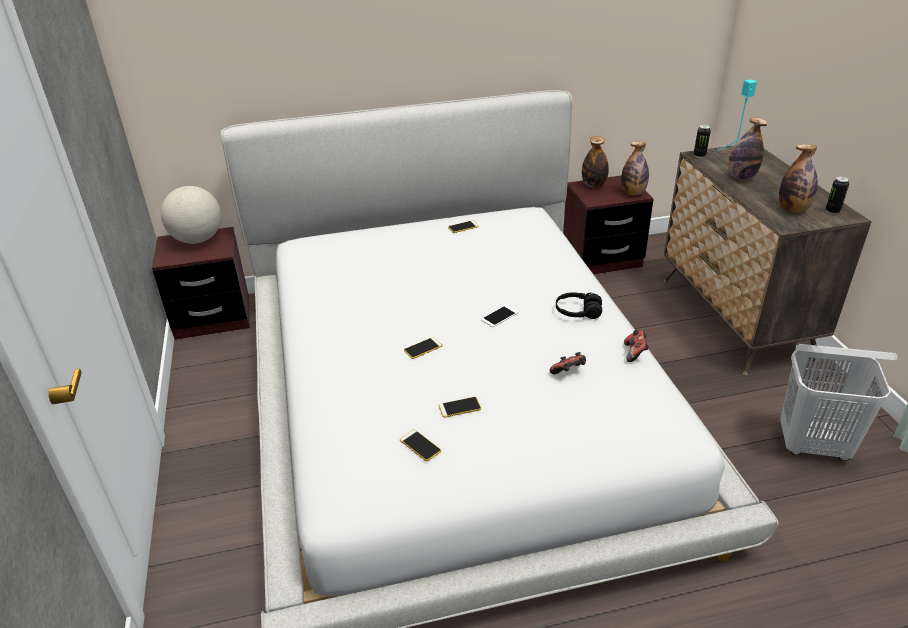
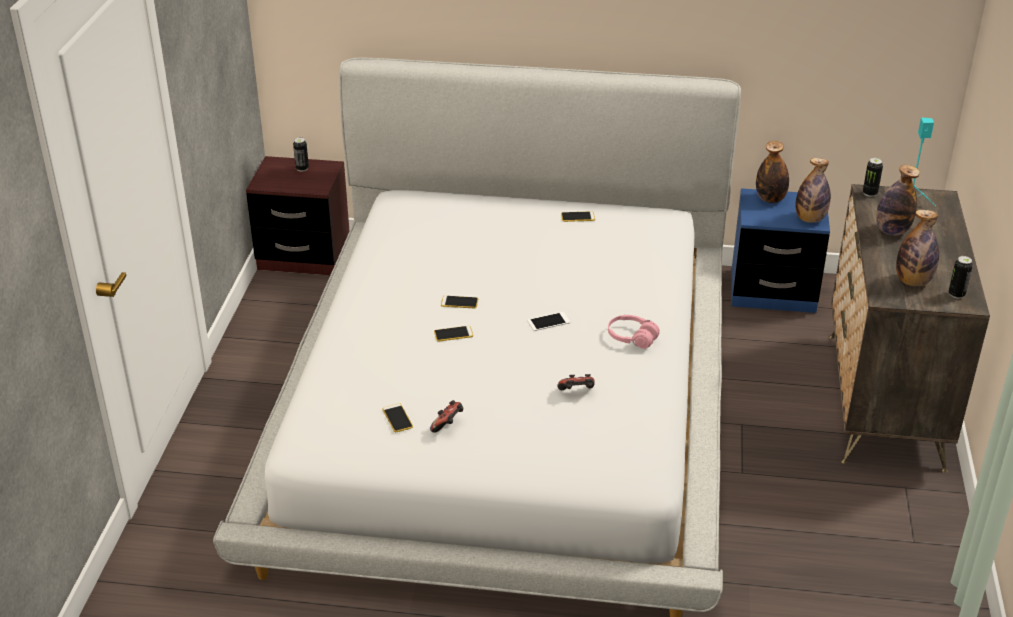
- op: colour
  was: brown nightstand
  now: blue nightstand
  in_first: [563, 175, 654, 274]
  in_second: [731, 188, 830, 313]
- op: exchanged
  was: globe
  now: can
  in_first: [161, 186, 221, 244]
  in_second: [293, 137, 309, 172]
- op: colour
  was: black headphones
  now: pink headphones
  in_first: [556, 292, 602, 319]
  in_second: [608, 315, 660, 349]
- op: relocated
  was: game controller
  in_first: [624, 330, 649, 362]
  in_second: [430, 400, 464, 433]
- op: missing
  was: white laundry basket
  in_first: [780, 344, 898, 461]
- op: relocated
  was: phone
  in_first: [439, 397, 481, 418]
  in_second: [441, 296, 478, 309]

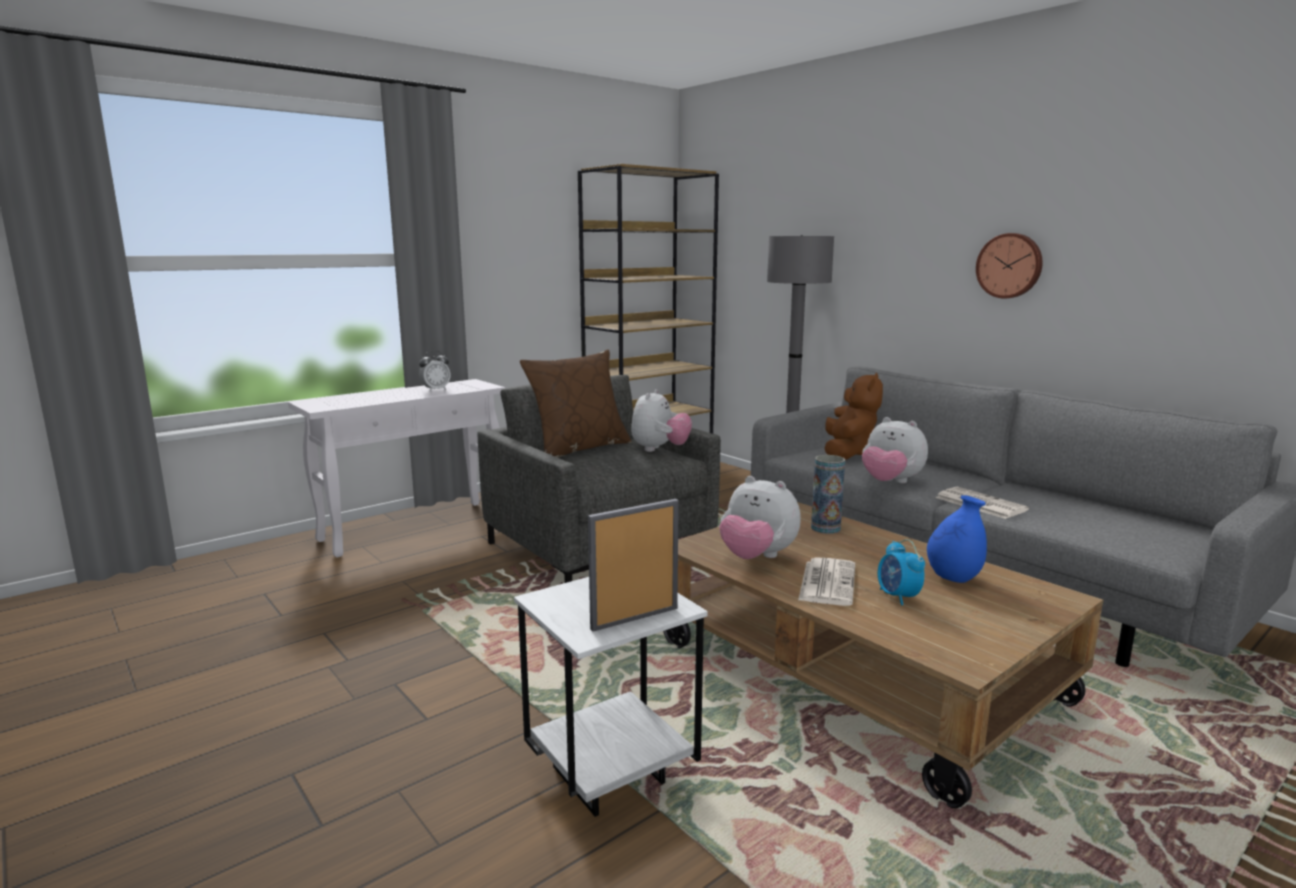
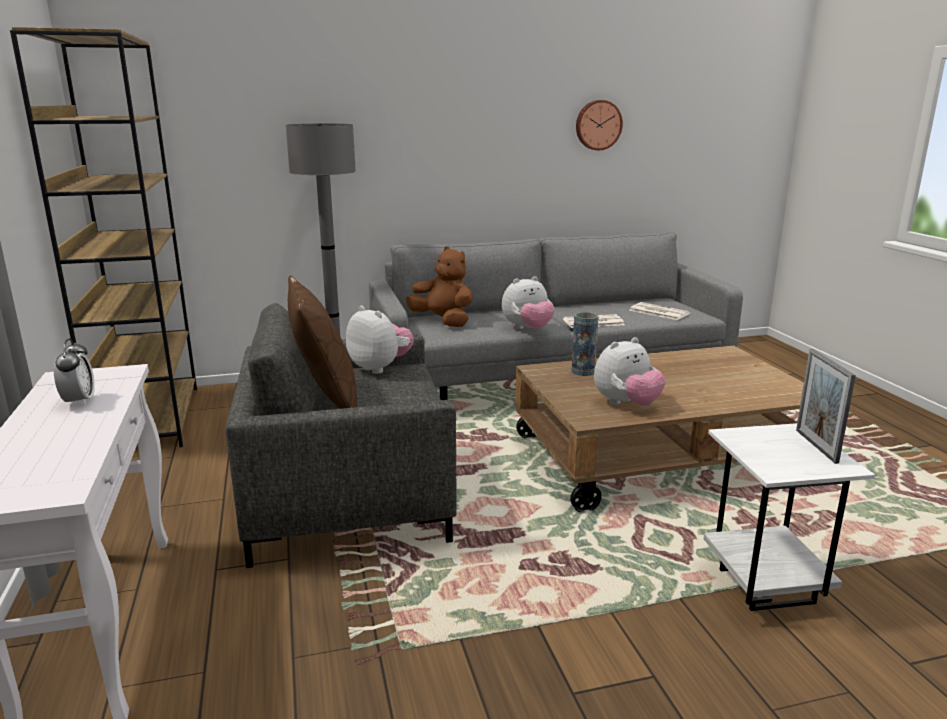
- op: relocated
  was: wall clock
  in_first: [976, 233, 1043, 298]
  in_second: [576, 100, 623, 150]
- op: missing
  was: blue vase
  in_first: [927, 495, 987, 583]
- op: missing
  was: alarm clock
  in_first: [878, 539, 925, 606]
- op: relocated
  was: newspaper
  in_first: [798, 557, 855, 606]
  in_second: [629, 302, 690, 320]

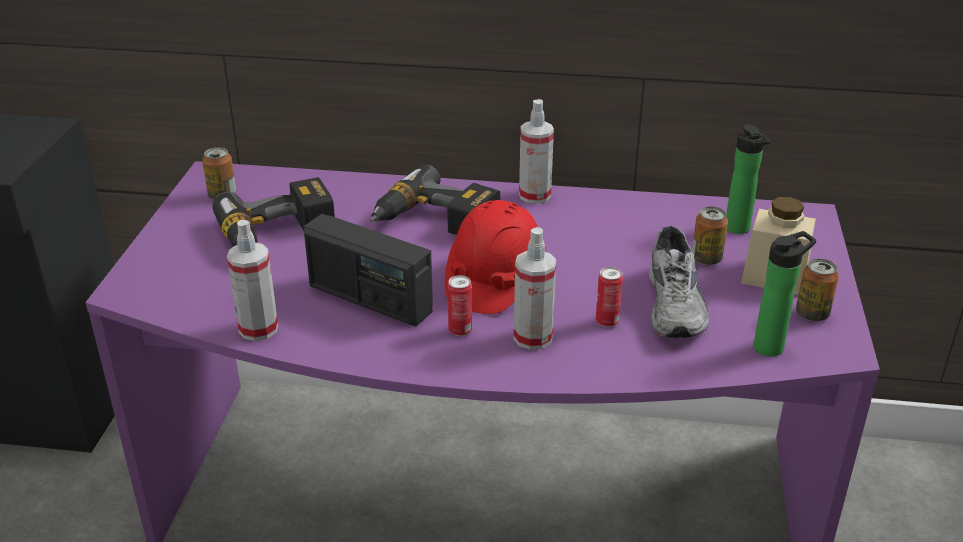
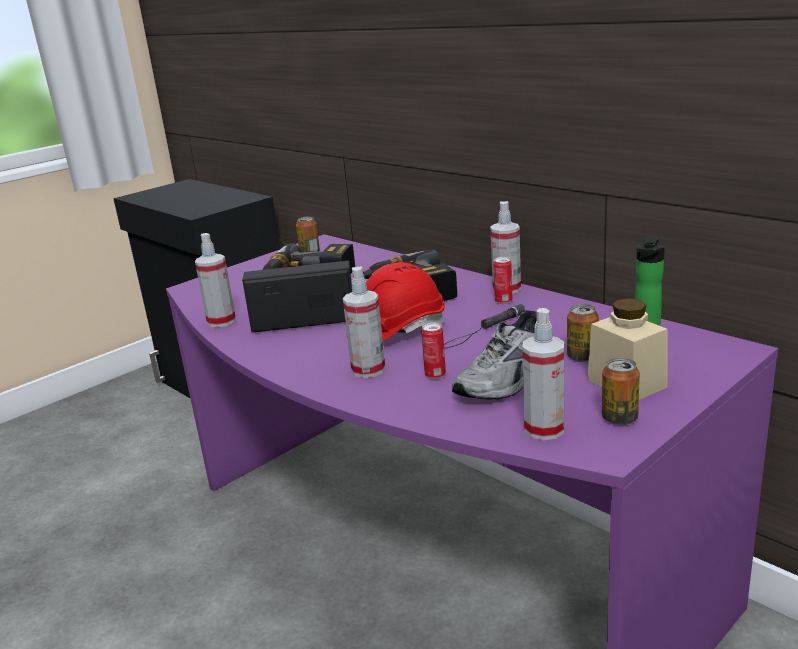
- op: spun
  was: radio
  in_first: [304, 214, 433, 326]
  in_second: [242, 261, 352, 333]
  clockwise: 105
- op: exchanged
  was: bottle
  now: spray bottle
  in_first: [753, 231, 816, 357]
  in_second: [522, 308, 564, 440]
- op: relocated
  was: can
  in_first: [448, 275, 472, 336]
  in_second: [493, 257, 512, 304]
- op: appeared
  now: black flashlight
  in_second: [444, 304, 525, 349]

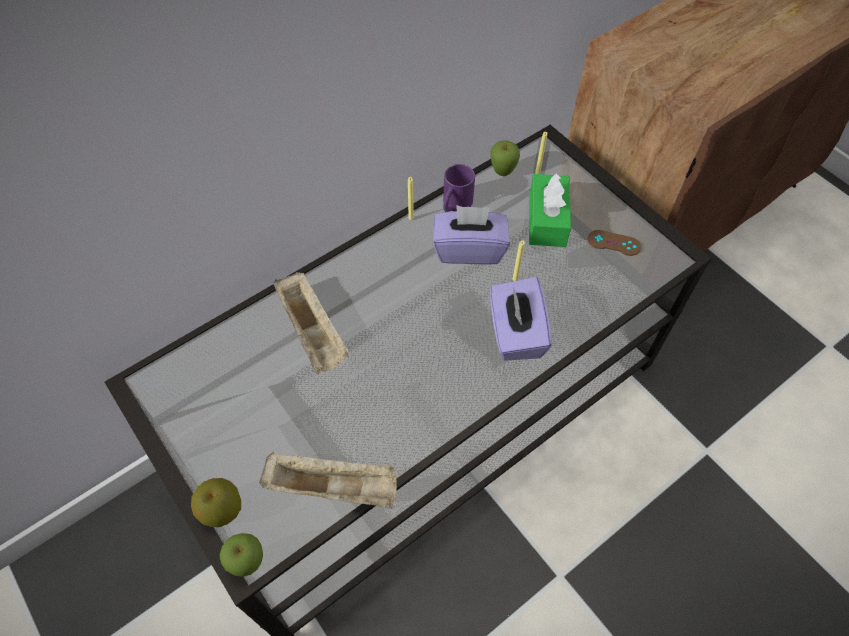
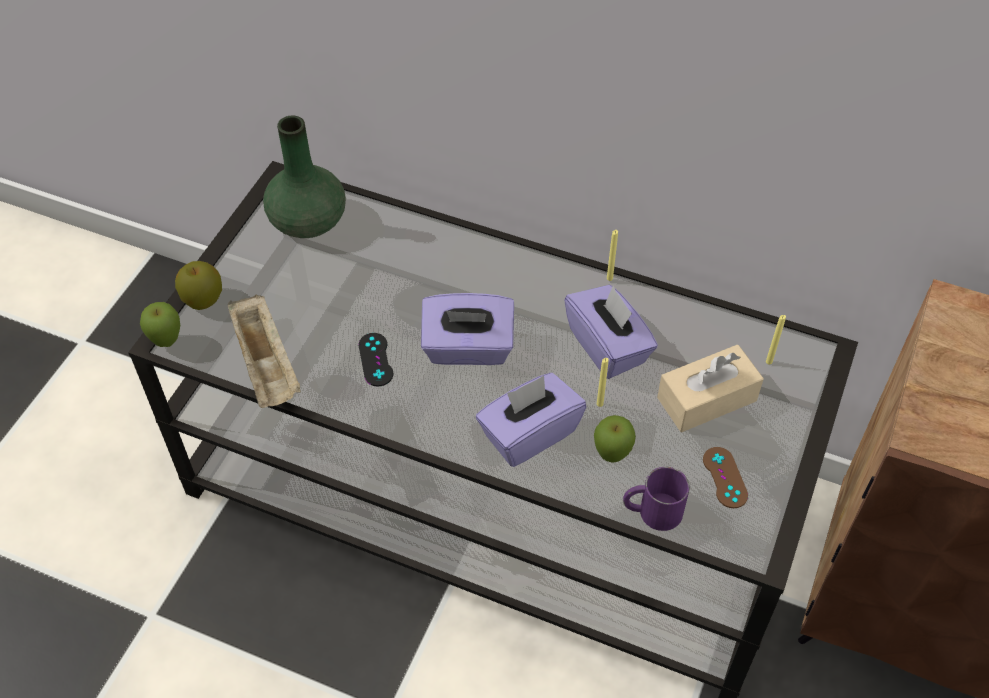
- op: relocated
  was: apple
  in_first: [490, 140, 520, 176]
  in_second: [594, 415, 636, 463]
- op: relocated
  was: purple mug
  in_first: [443, 164, 475, 212]
  in_second: [623, 467, 690, 531]
- op: colour
  was: green tissue box
  now: beige tissue box
  in_first: [529, 173, 571, 247]
  in_second: [657, 345, 764, 432]
- op: missing
  was: beige tray
  in_first: [274, 272, 349, 374]
- op: appeared
  now: green vase
  in_second: [263, 116, 346, 238]
- op: appeared
  now: purple tissue box
  in_second: [421, 293, 514, 365]
- op: appeared
  now: black game controller
  in_second: [359, 333, 393, 387]

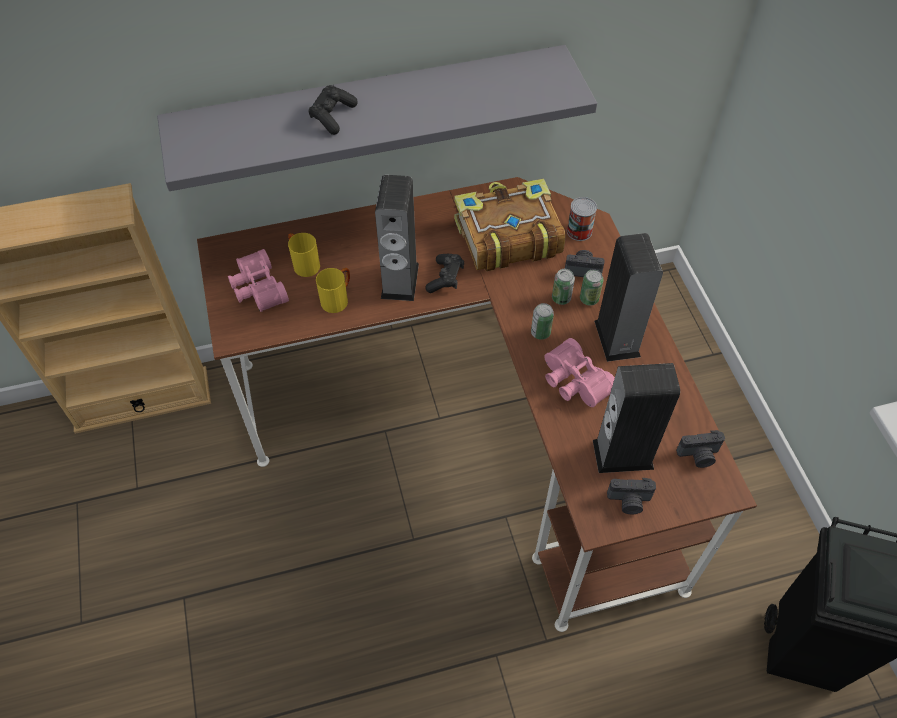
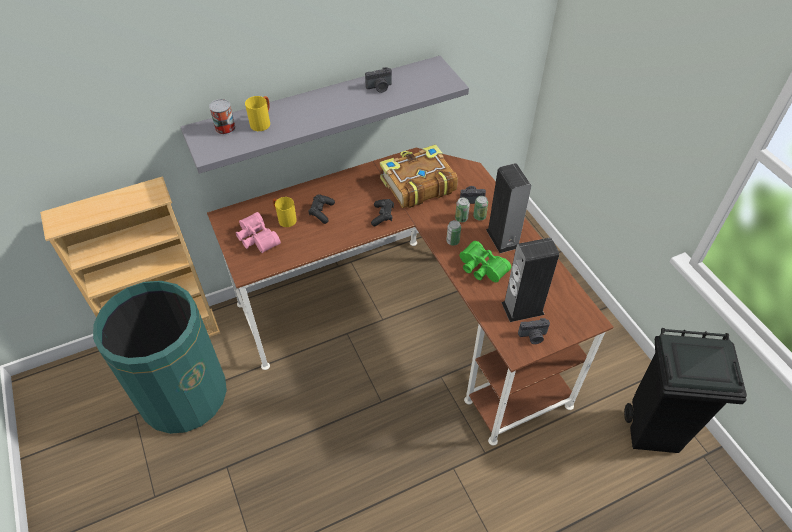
- op: relocated
  was: black game controller
  in_first: [309, 85, 358, 135]
  in_second: [309, 194, 335, 224]
- op: missing
  was: speaker
  in_first: [375, 175, 419, 301]
- op: relocated
  was: can
  in_first: [567, 197, 597, 241]
  in_second: [209, 99, 236, 135]
- op: relocated
  was: yellow mug
  in_first: [316, 268, 350, 313]
  in_second: [245, 96, 270, 131]
- op: colour
  was: pink binoculars
  now: green binoculars
  in_first: [544, 338, 615, 407]
  in_second: [459, 241, 511, 282]
- op: relocated
  was: photo camera
  in_first: [676, 430, 725, 468]
  in_second: [365, 67, 392, 93]
- op: appeared
  now: green trash can
  in_second: [93, 281, 227, 434]

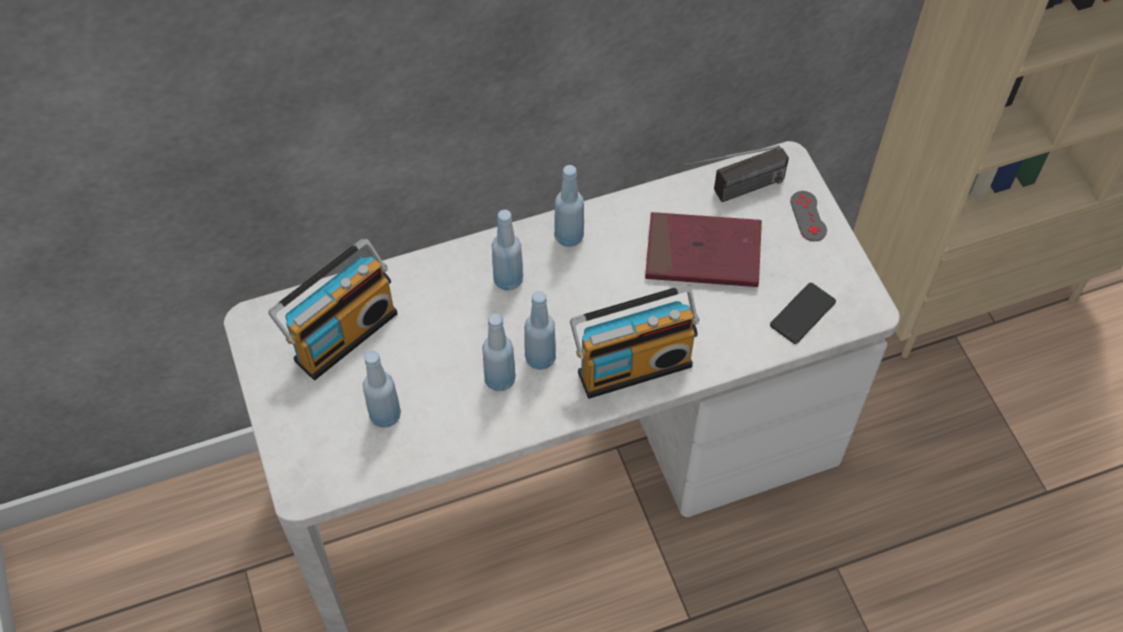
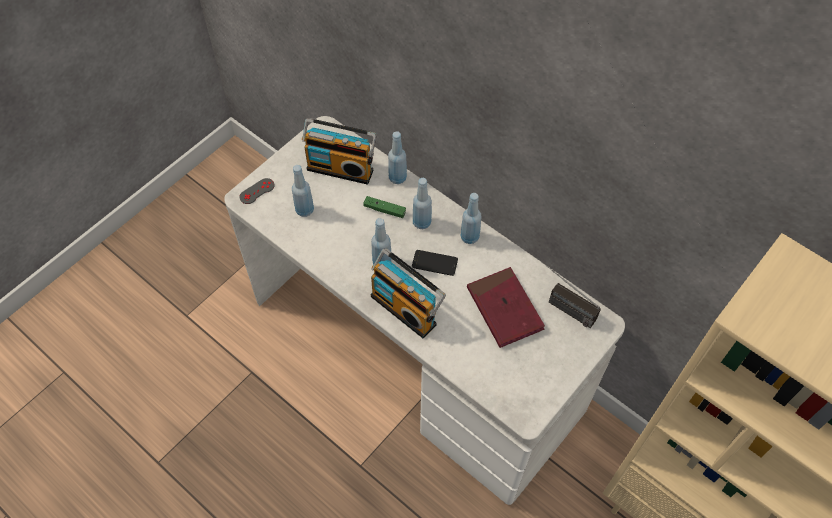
- op: relocated
  was: grey game controller
  in_first: [790, 191, 827, 241]
  in_second: [240, 178, 275, 204]
- op: relocated
  was: phone
  in_first: [770, 283, 836, 344]
  in_second: [412, 250, 458, 276]
- op: relocated
  was: blue bottle
  in_first: [482, 313, 516, 391]
  in_second: [388, 131, 407, 184]
- op: appeared
  now: green game controller
  in_second: [363, 196, 406, 218]

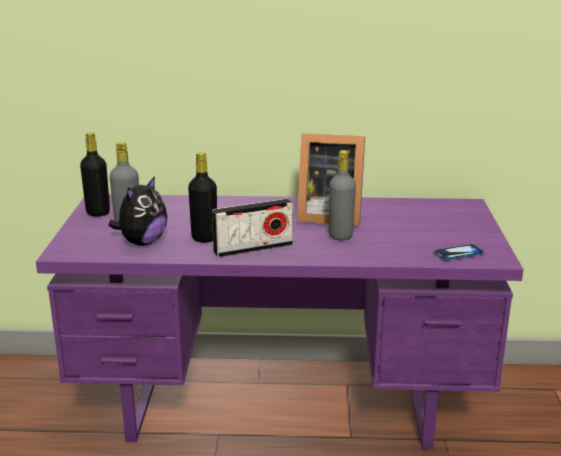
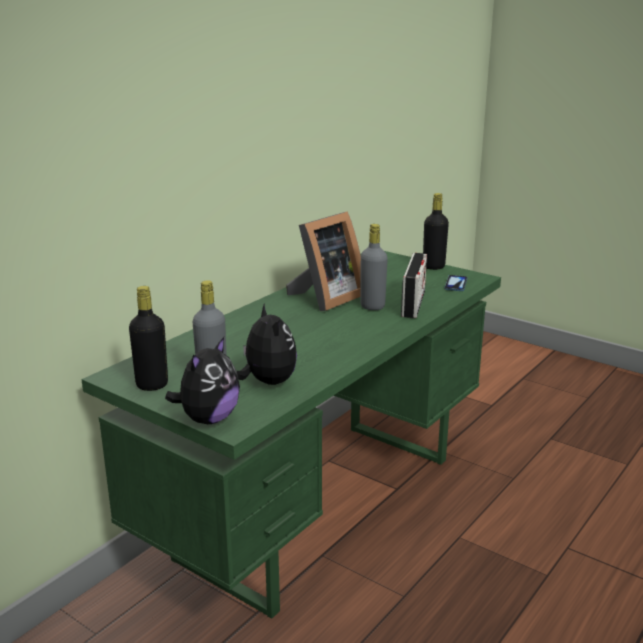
- op: relocated
  was: black bottle
  in_first: [188, 152, 217, 243]
  in_second: [423, 193, 449, 270]
- op: colour
  was: purple desk
  now: green desk
  in_first: [36, 194, 524, 449]
  in_second: [81, 251, 501, 619]
- op: relocated
  was: radio
  in_first: [212, 198, 293, 257]
  in_second: [401, 253, 427, 318]
- op: appeared
  now: plush toy
  in_second: [165, 337, 240, 424]

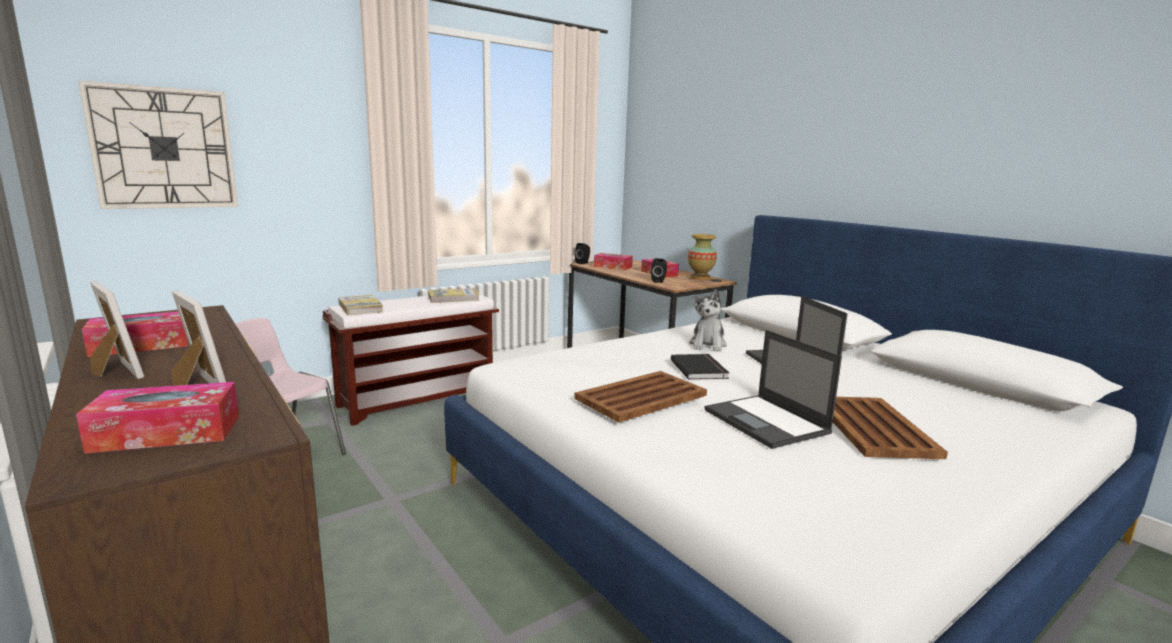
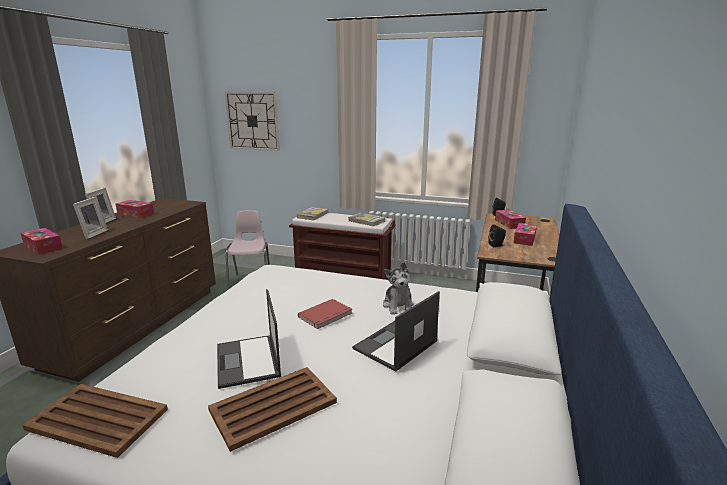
- op: missing
  was: vase
  in_first: [688, 234, 717, 280]
- op: spun
  was: plush toy
  in_first: [689, 289, 727, 352]
  in_second: [383, 262, 414, 315]
  clockwise: -75
- op: spun
  was: laptop
  in_first: [705, 330, 842, 449]
  in_second: [217, 289, 282, 389]
  clockwise: -45
- op: colour
  was: black book
  now: red book
  in_first: [671, 354, 729, 380]
  in_second: [298, 299, 352, 329]
- op: relocated
  was: brown tray
  in_first: [574, 371, 707, 423]
  in_second: [22, 384, 168, 458]

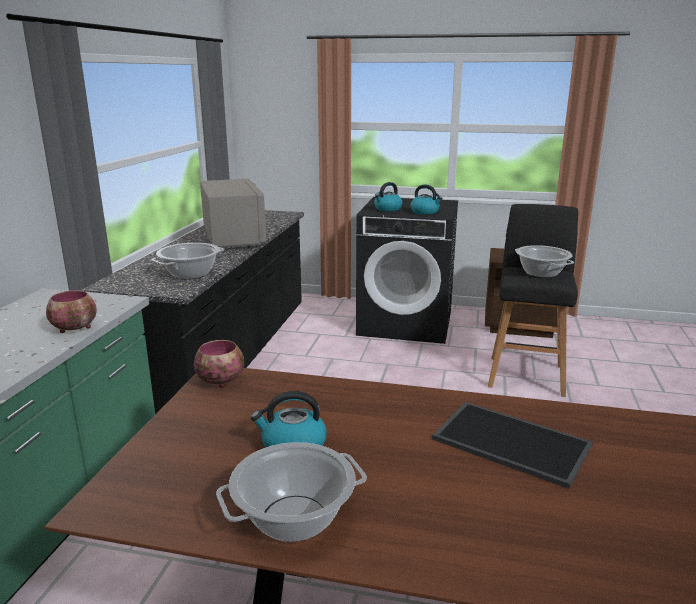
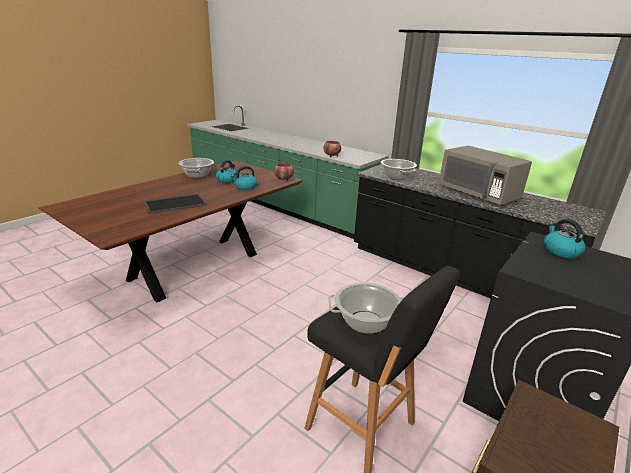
- op: spun
  was: grey microwave
  in_first: [200, 178, 266, 248]
  in_second: [439, 146, 532, 206]
  clockwise: 45
- op: relocated
  was: kettle
  in_first: [410, 184, 443, 215]
  in_second: [231, 166, 257, 190]

